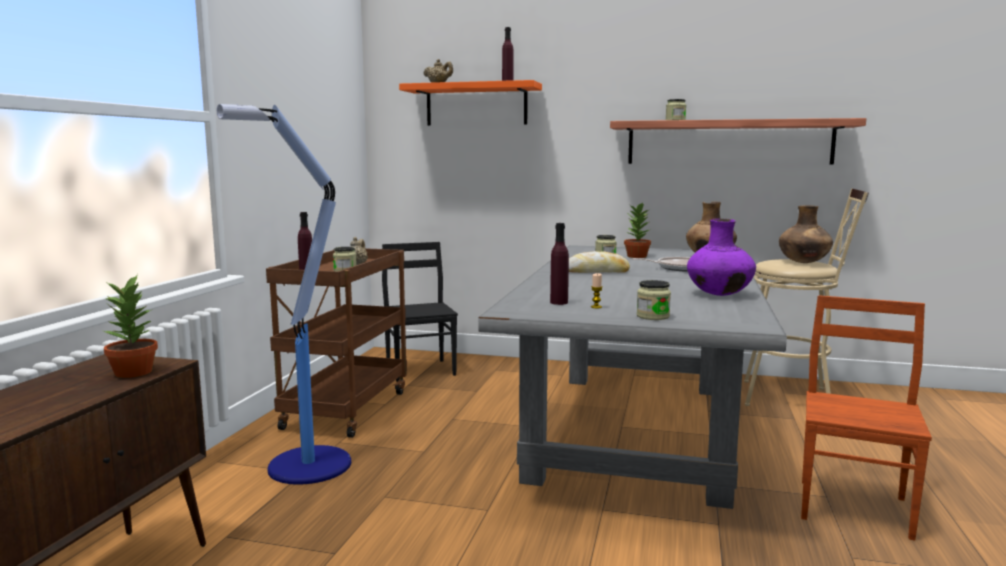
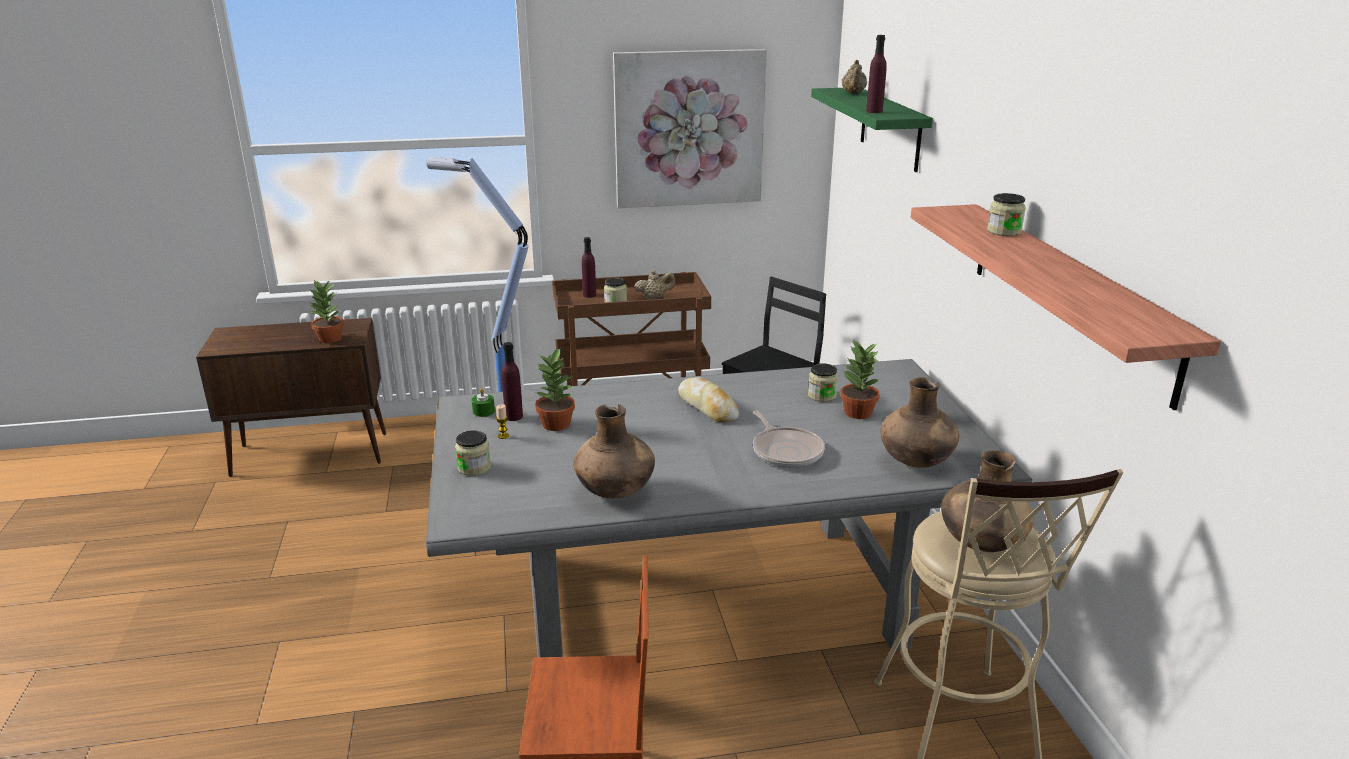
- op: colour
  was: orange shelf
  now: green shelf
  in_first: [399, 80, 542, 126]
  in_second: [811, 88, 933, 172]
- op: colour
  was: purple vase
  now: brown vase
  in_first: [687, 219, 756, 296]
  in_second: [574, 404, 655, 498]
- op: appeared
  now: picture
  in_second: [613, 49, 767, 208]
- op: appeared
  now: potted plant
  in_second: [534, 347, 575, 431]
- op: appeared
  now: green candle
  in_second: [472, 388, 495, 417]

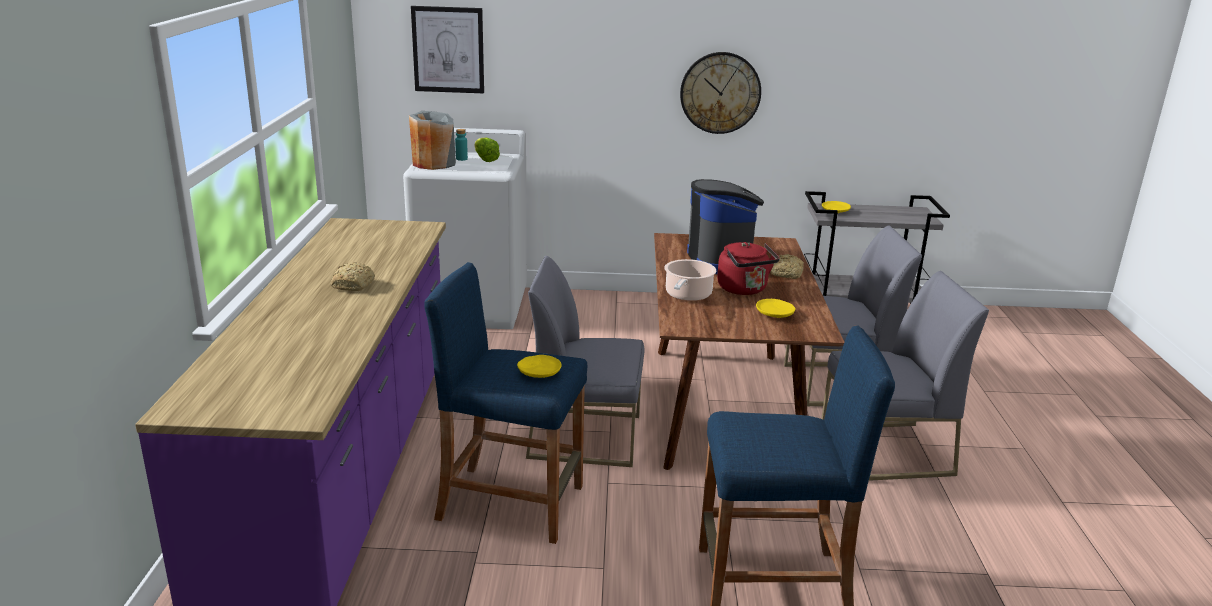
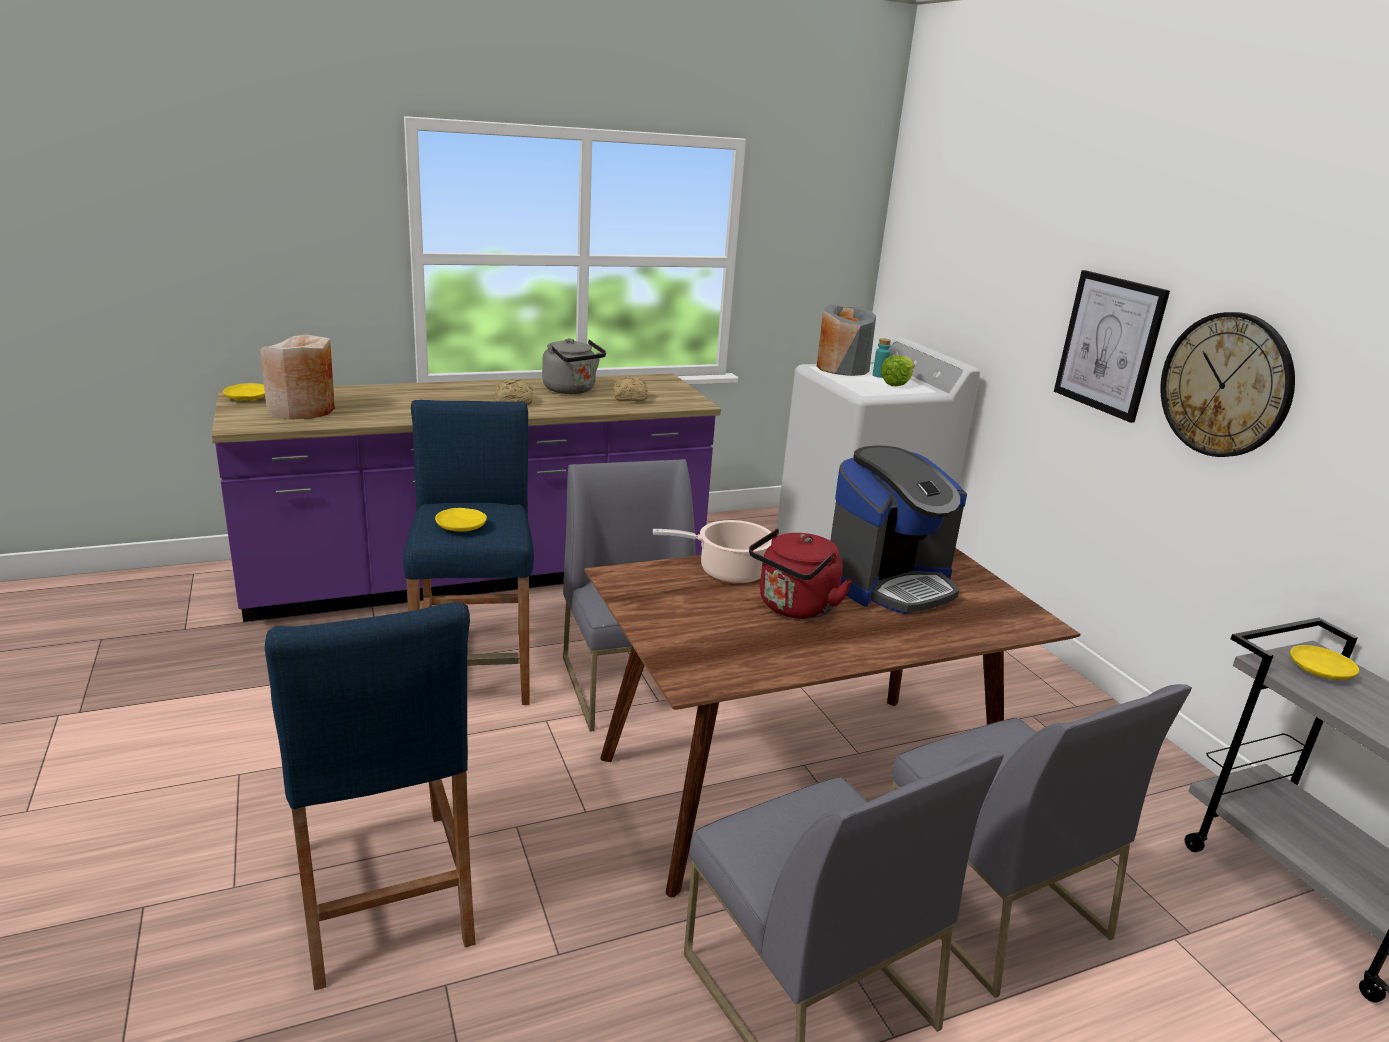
- op: relocated
  was: picture
  in_first: [411, 6, 484, 93]
  in_second: [1054, 270, 1170, 423]
- op: relocated
  was: bread
  in_first: [770, 254, 804, 279]
  in_second: [614, 376, 648, 402]
- op: relocated
  was: yellow plate
  in_first: [756, 299, 796, 318]
  in_second: [223, 383, 265, 401]
- op: appeared
  now: beige vase
  in_second: [260, 335, 335, 420]
- op: appeared
  now: grey kettle
  in_second: [542, 338, 606, 394]

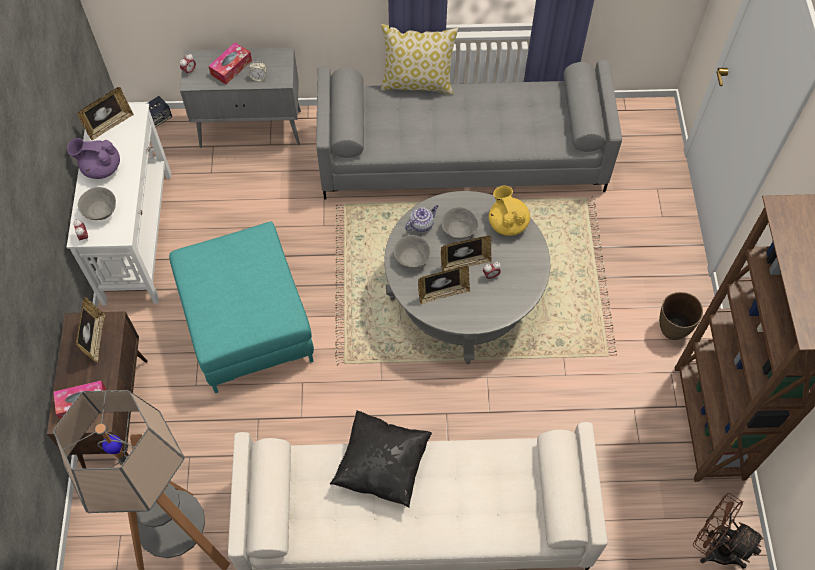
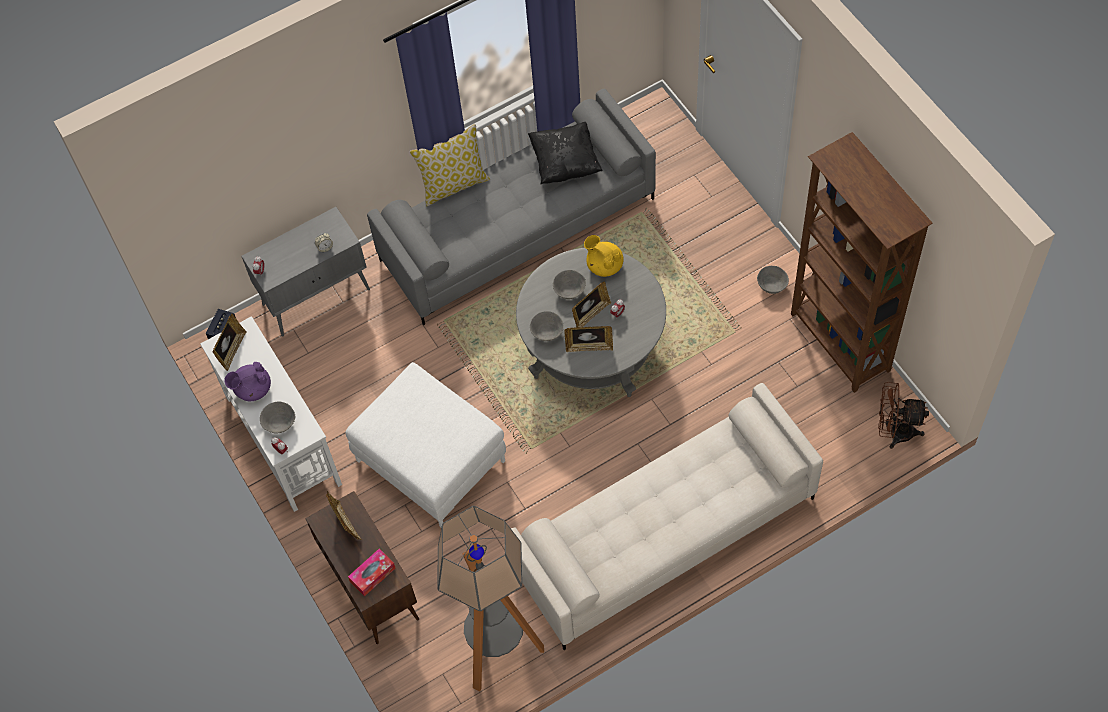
- op: missing
  was: tissue box
  in_first: [209, 43, 252, 84]
- op: missing
  was: teapot
  in_first: [405, 205, 439, 232]
- op: colour
  was: turquoise ottoman
  now: white ottoman
  in_first: [169, 222, 314, 393]
  in_second: [345, 362, 506, 528]
- op: spun
  was: picture frame
  in_first: [418, 266, 470, 304]
  in_second: [564, 326, 613, 352]
  clockwise: 45
- op: exchanged
  was: brown vase
  now: grey bowl
  in_first: [659, 292, 703, 340]
  in_second: [757, 266, 789, 294]
- op: relocated
  was: black pillow
  in_first: [330, 410, 432, 507]
  in_second: [528, 122, 603, 184]

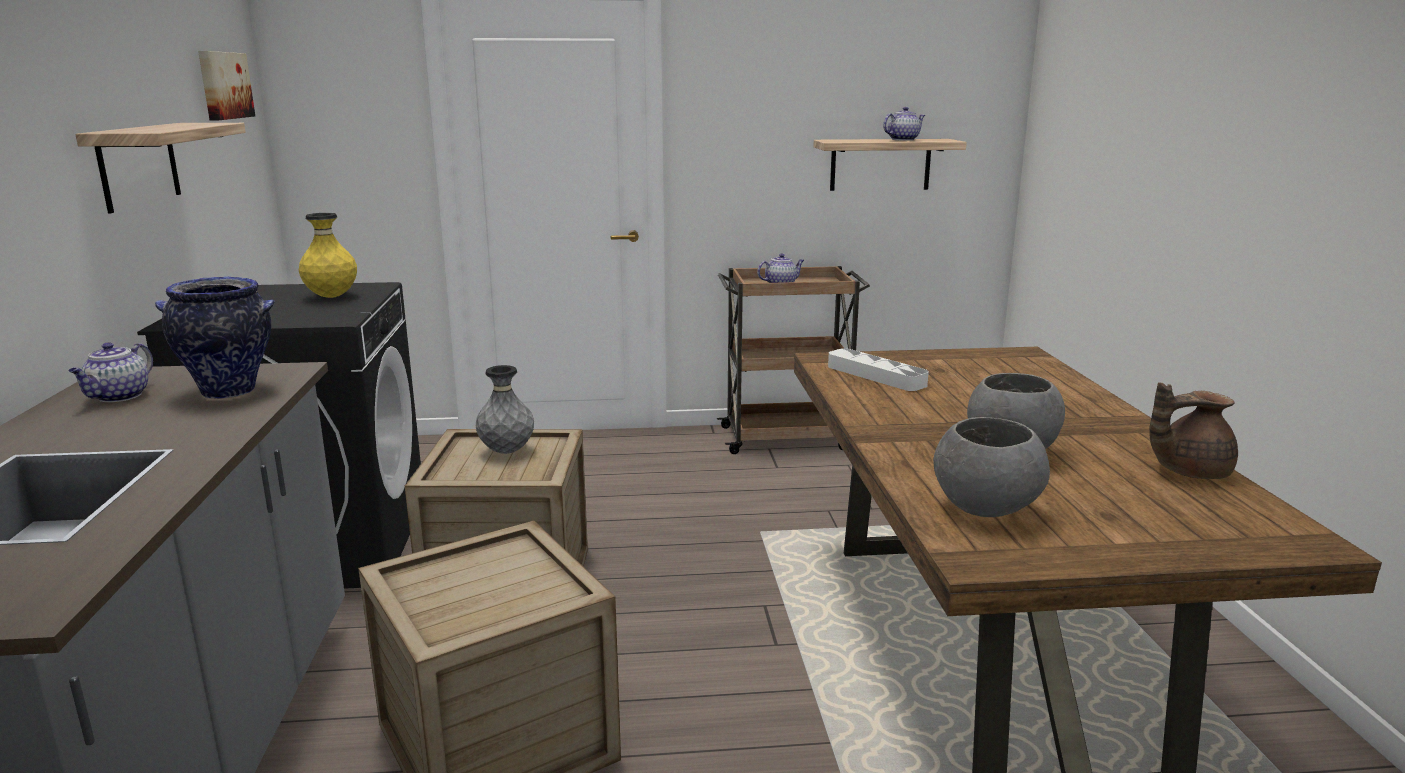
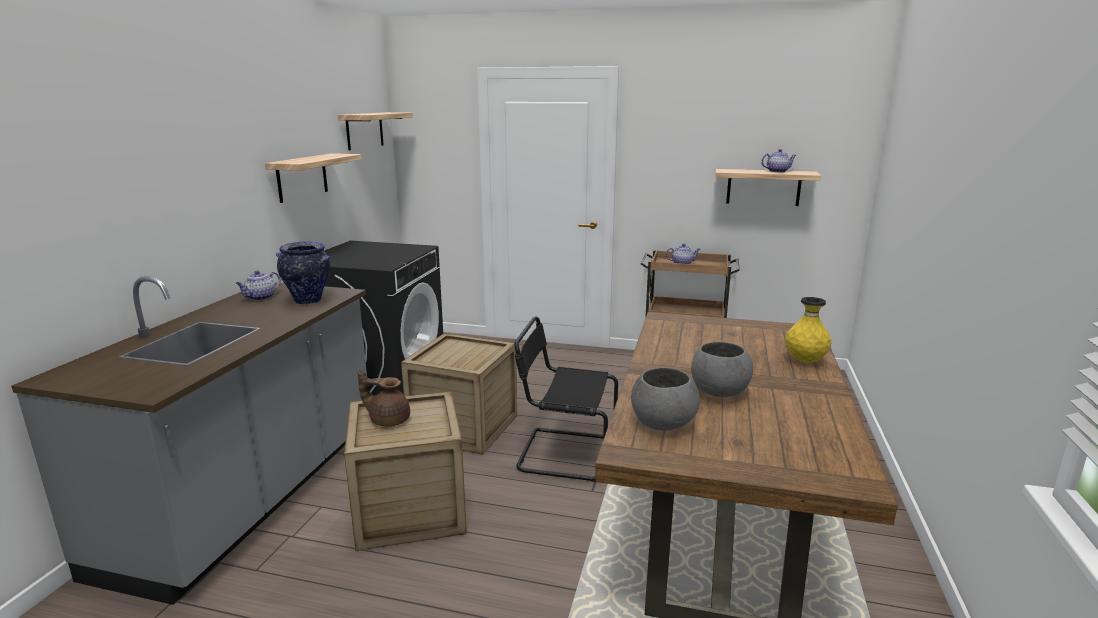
- op: exchanged
  was: picture
  now: shelf
  in_first: [198, 51, 255, 120]
  in_second: [338, 112, 413, 150]
- op: relocated
  was: yellow vase
  in_first: [299, 213, 357, 298]
  in_second: [785, 297, 831, 363]
- op: missing
  was: white tray
  in_first: [828, 348, 929, 391]
- op: missing
  was: grey vase
  in_first: [476, 365, 534, 454]
- op: relocated
  was: brown teapot
  in_first: [1149, 382, 1238, 479]
  in_second: [358, 370, 410, 427]
- op: appeared
  now: black chair
  in_second: [514, 317, 618, 482]

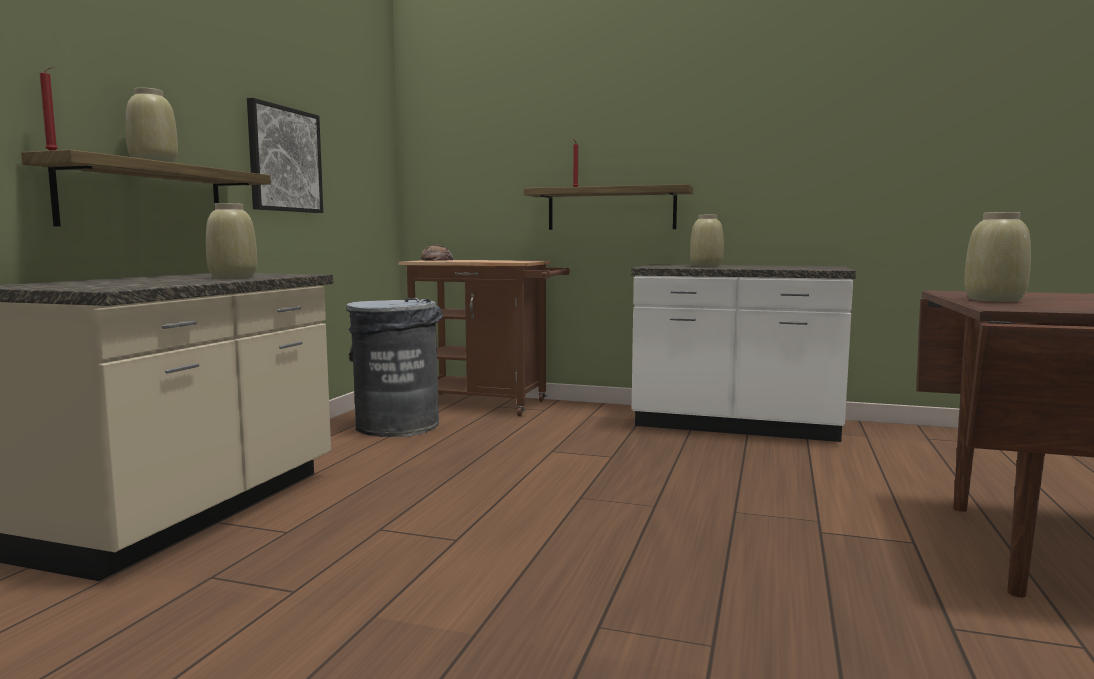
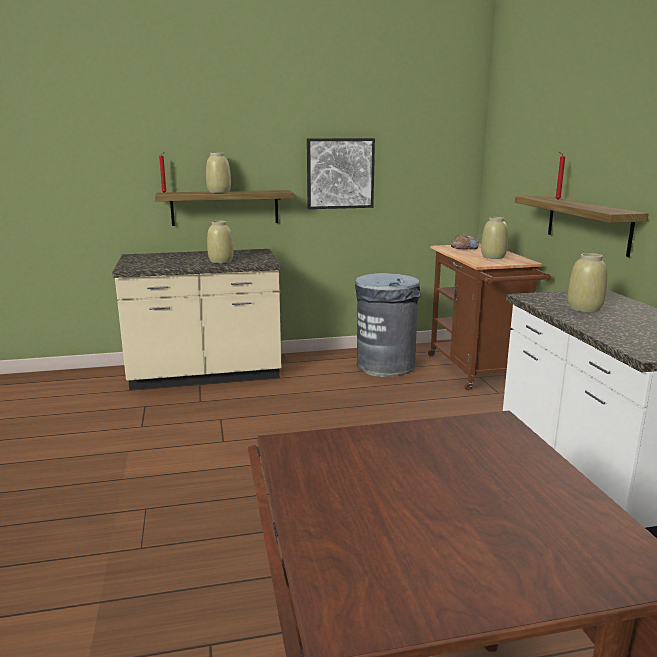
- op: relocated
  was: beige vase
  in_first: [964, 212, 1031, 302]
  in_second: [481, 217, 508, 259]

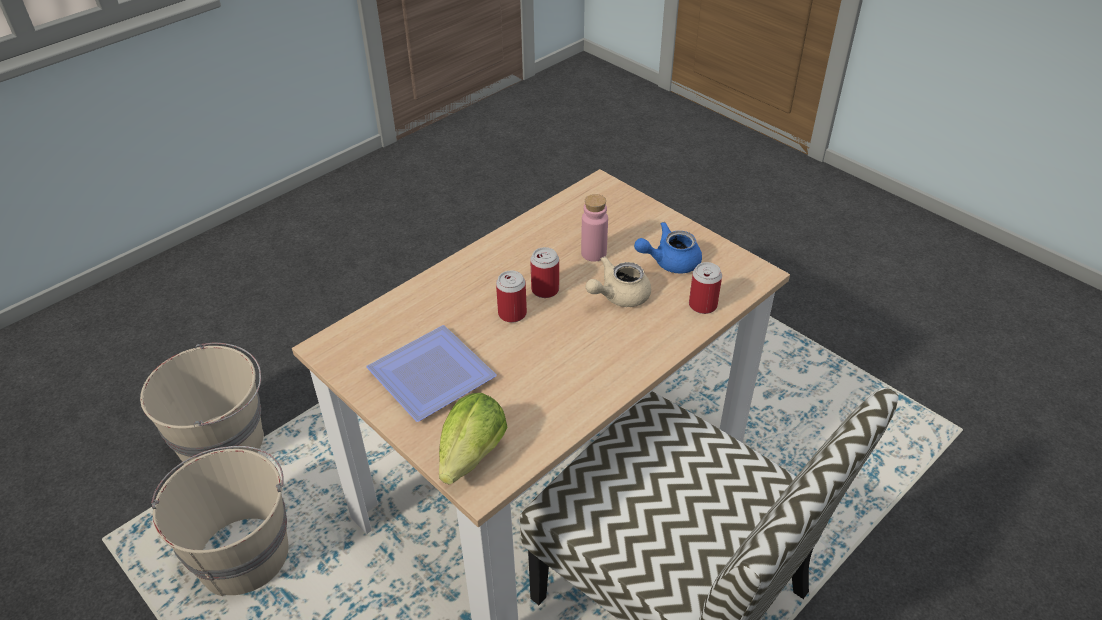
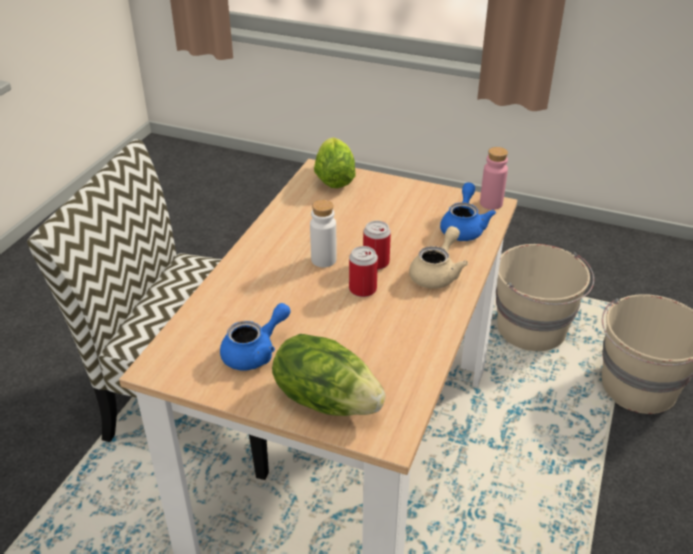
- op: relocated
  was: pink bottle
  in_first: [581, 194, 608, 262]
  in_second: [480, 147, 508, 210]
- op: relocated
  was: beige teapot
  in_first: [586, 256, 651, 307]
  in_second: [409, 226, 468, 289]
- op: missing
  was: can
  in_first: [689, 262, 722, 314]
- op: missing
  was: plate
  in_first: [366, 325, 497, 422]
- op: appeared
  now: blue teapot
  in_second: [440, 182, 496, 241]
- op: appeared
  now: white bottle
  in_second: [310, 200, 337, 267]
- op: appeared
  now: lettuce
  in_second: [272, 334, 385, 416]

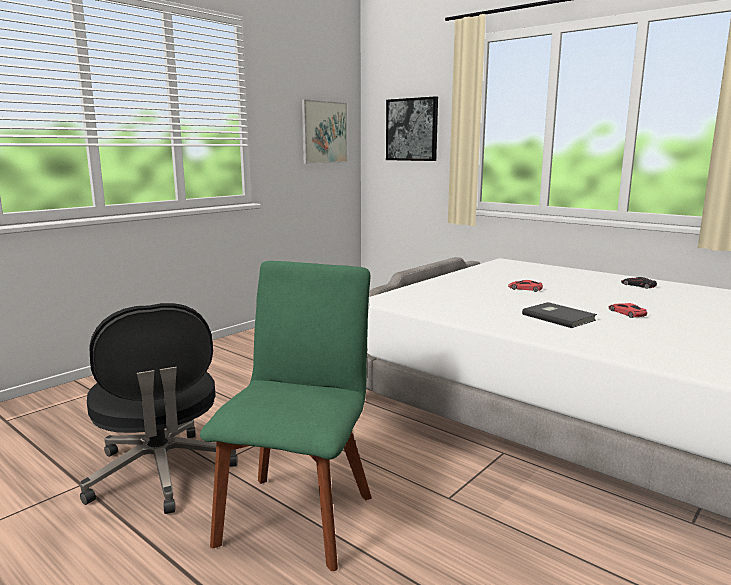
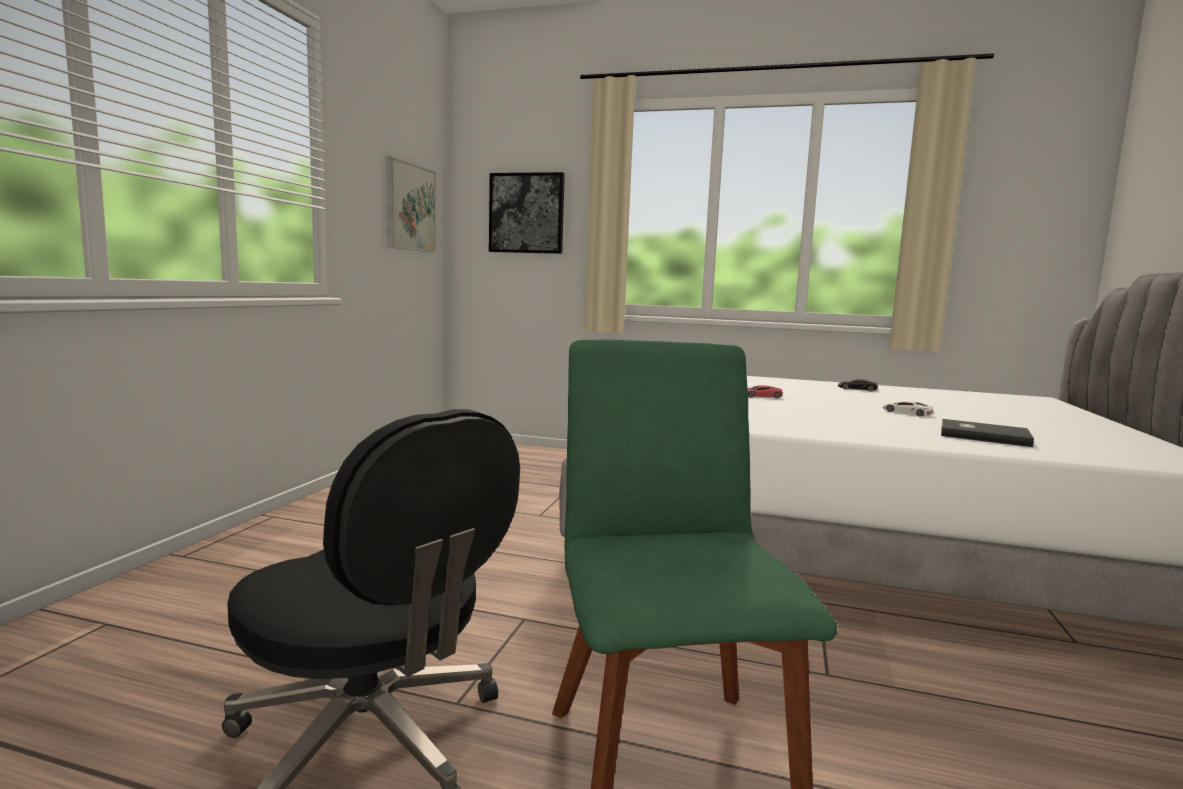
- op: relocated
  was: grey book
  in_first: [522, 302, 597, 328]
  in_second: [941, 419, 1034, 447]
- op: colour
  was: red toy car
  now: white toy car
  in_first: [609, 303, 647, 318]
  in_second: [883, 401, 933, 416]

